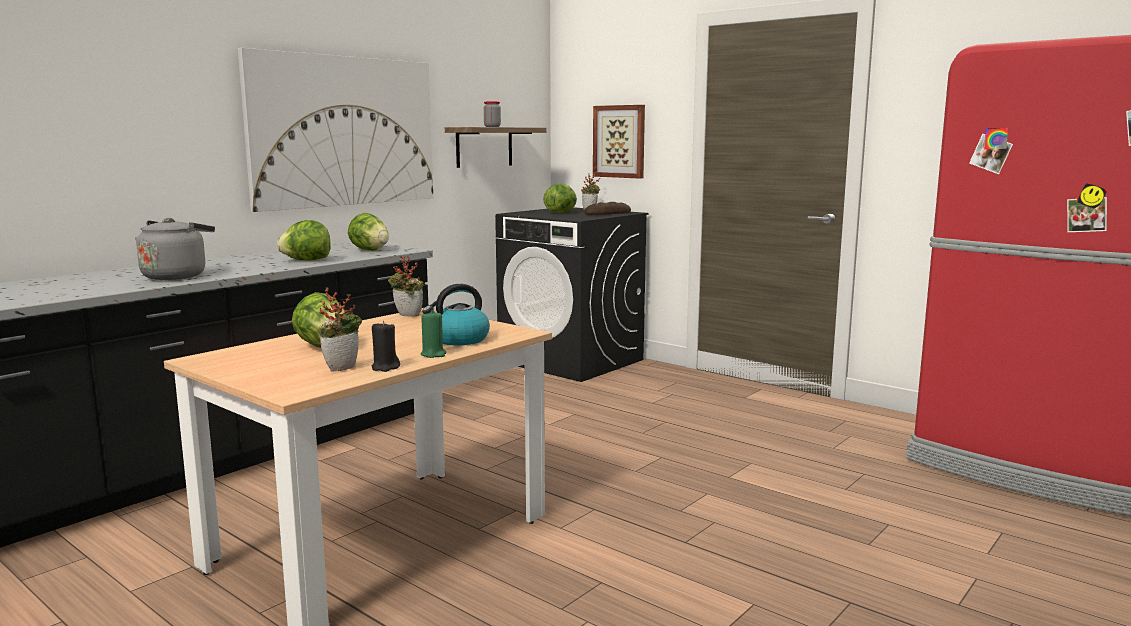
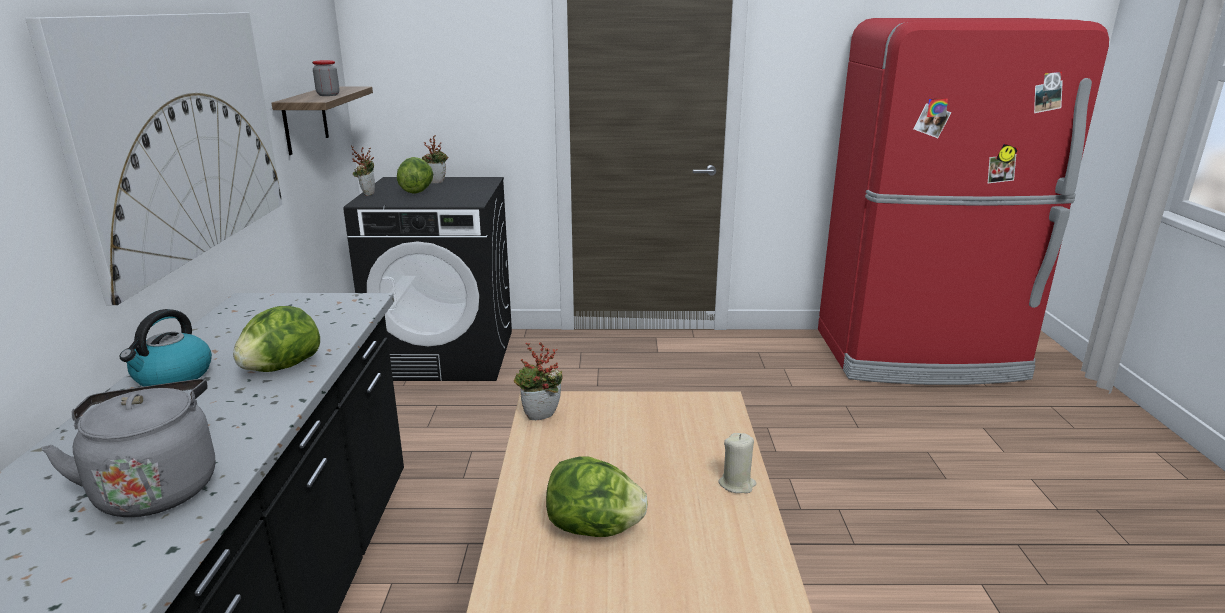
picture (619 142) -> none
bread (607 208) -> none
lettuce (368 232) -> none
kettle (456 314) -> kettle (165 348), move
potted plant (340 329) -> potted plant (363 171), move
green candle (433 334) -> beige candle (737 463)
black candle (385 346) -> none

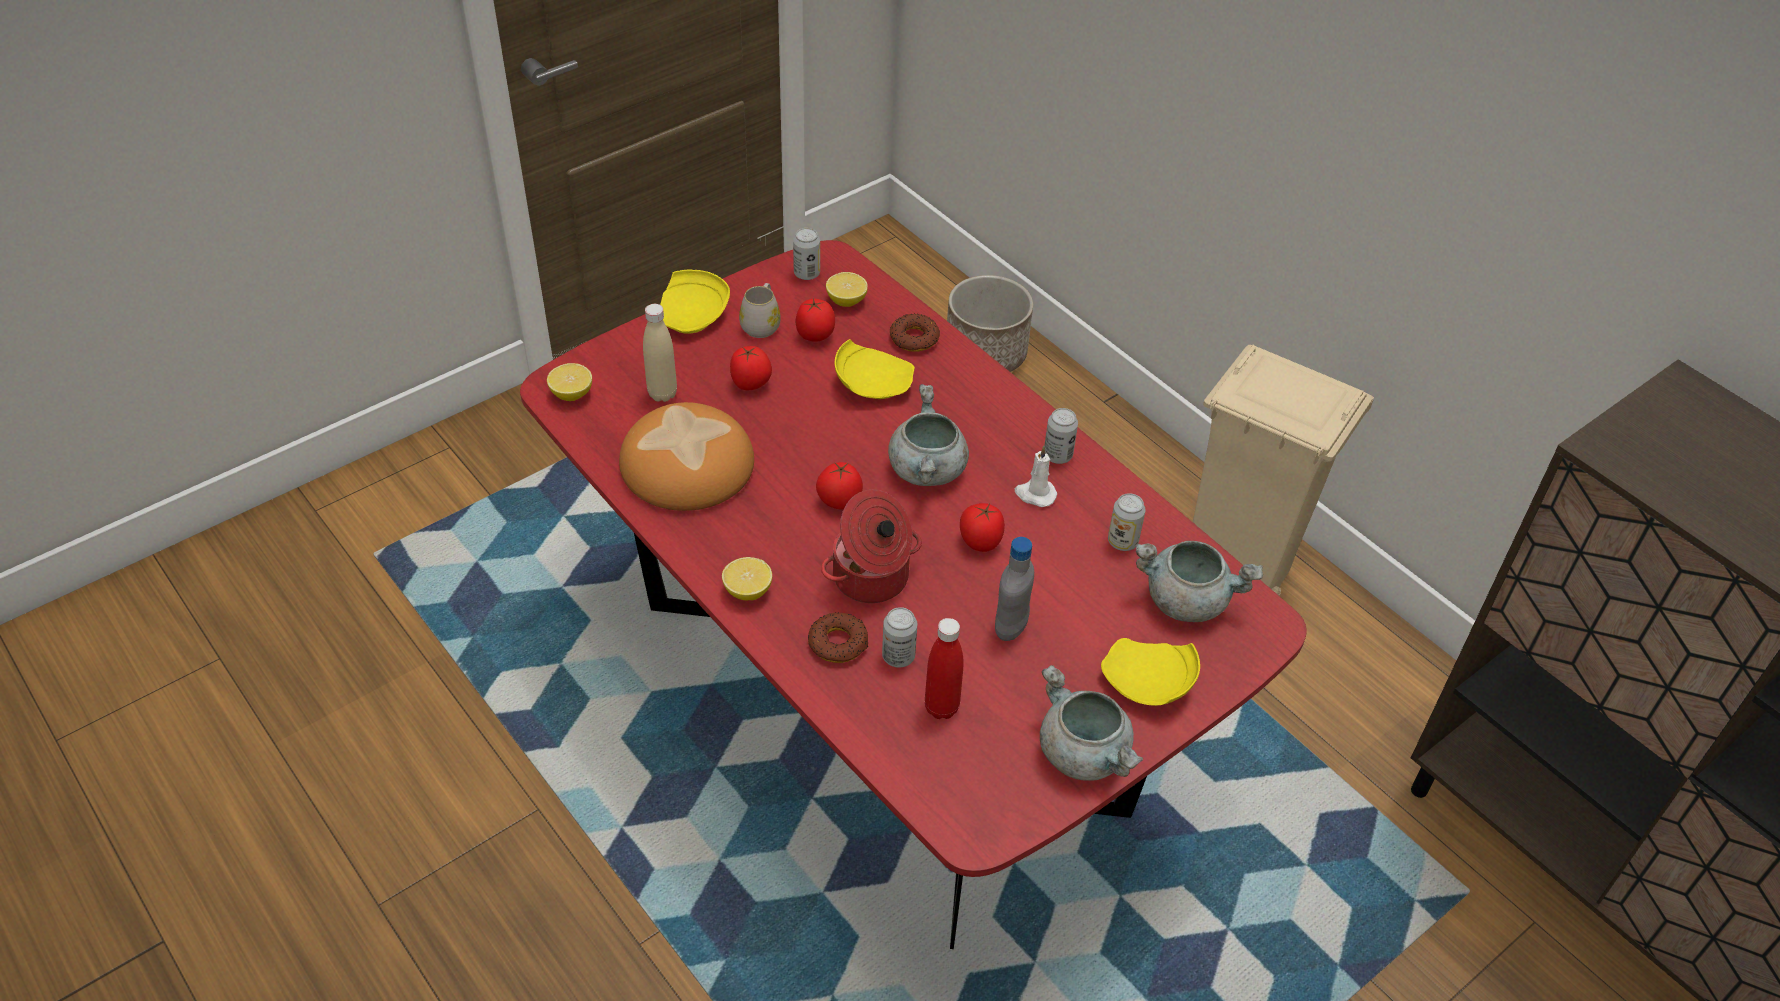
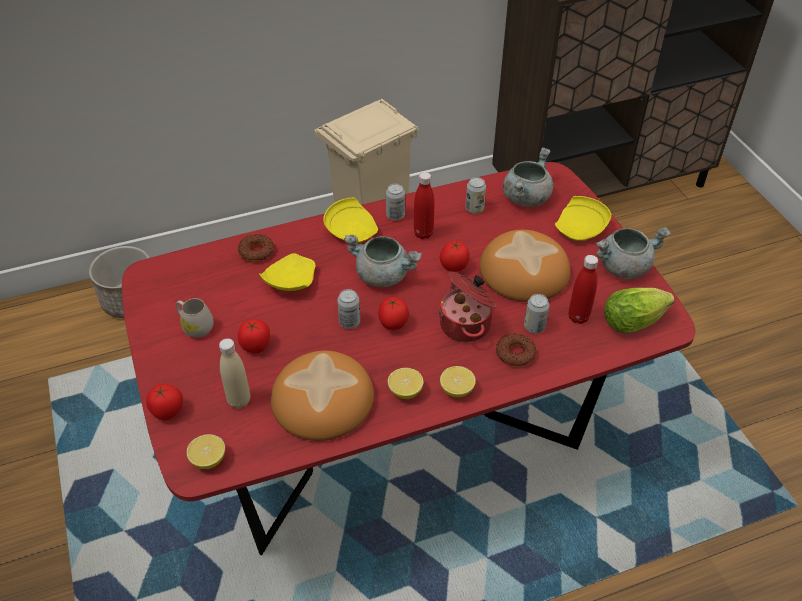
can (806 254) -> can (348 309), move
yellow plate (695 302) -> yellow plate (350 220), move
lemon (847 289) -> lemon (405 383), move
tomato (815 320) -> tomato (164 402), move
white candle (1036 476) -> red bottle (424 205)
grey bottle (1014 589) -> bread (525 266)
none -> lettuce (639 310)

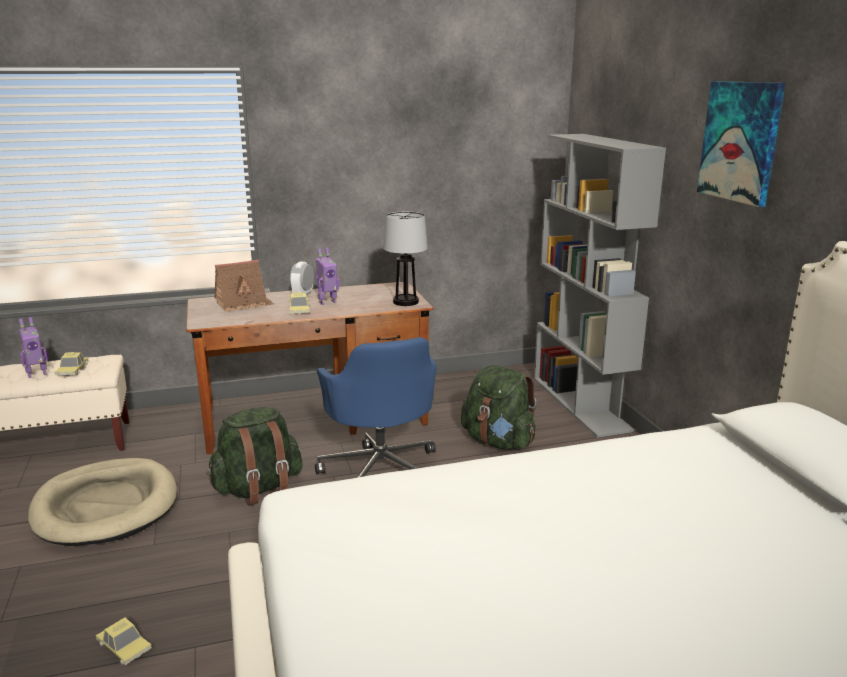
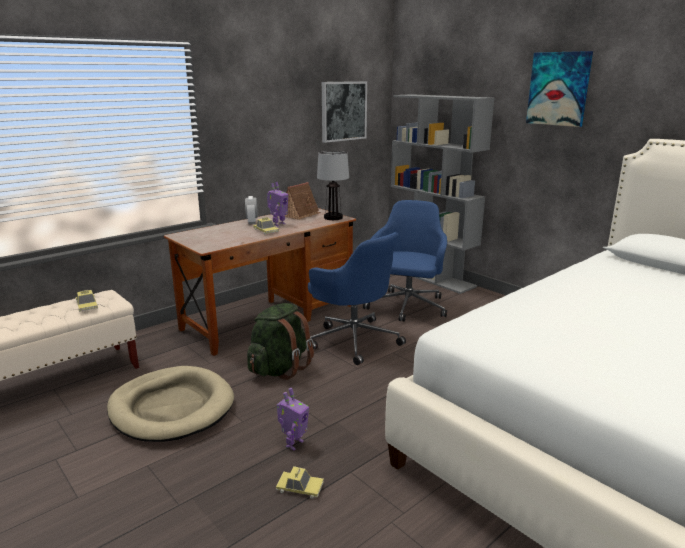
toy house (244 286) -> toy house (303 201), move
toy robot (33 347) -> toy robot (293 419), move
green backpack (498 407) -> blue office chair (405 261)
none -> picture (344 112)

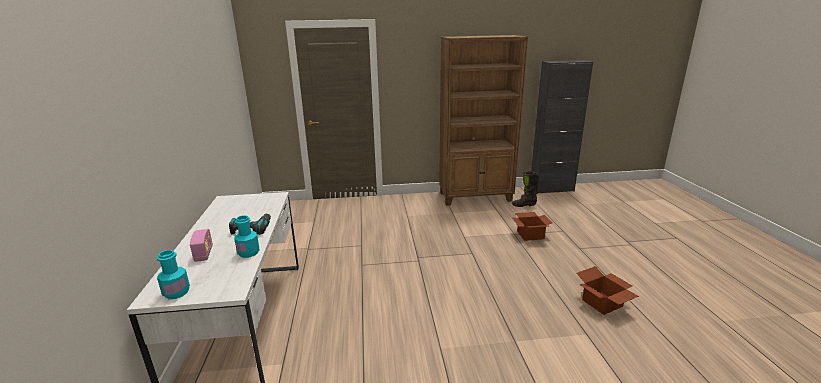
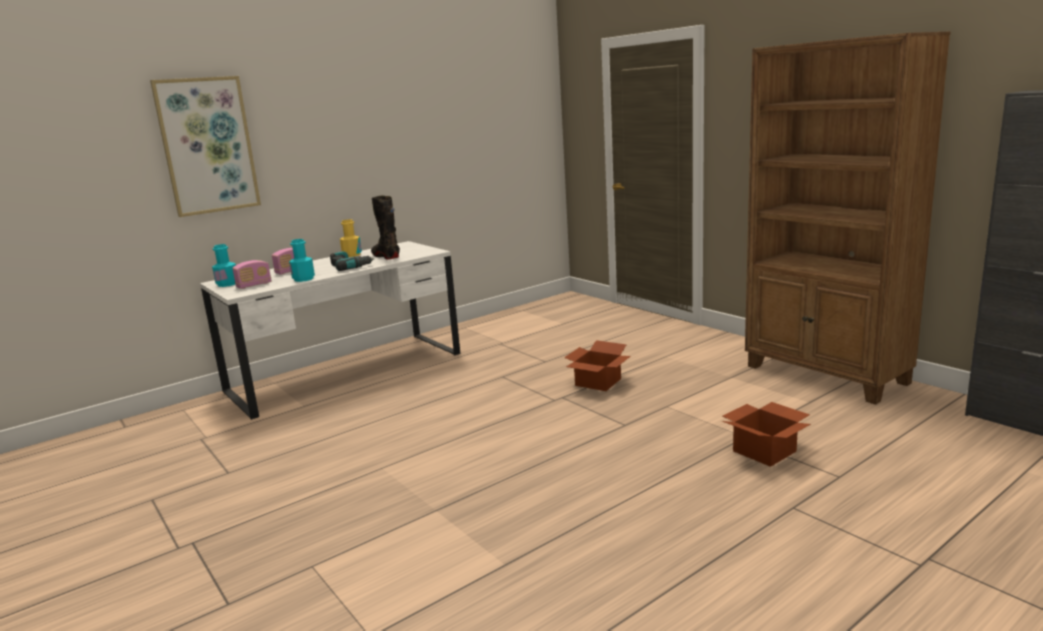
black boot (525 189) -> black boot (385 228), move
cardboard box (608 290) -> cardboard box (597 365), move
none -> picture (205 146)
none -> yellow bottle (351 238)
none -> radio (251 274)

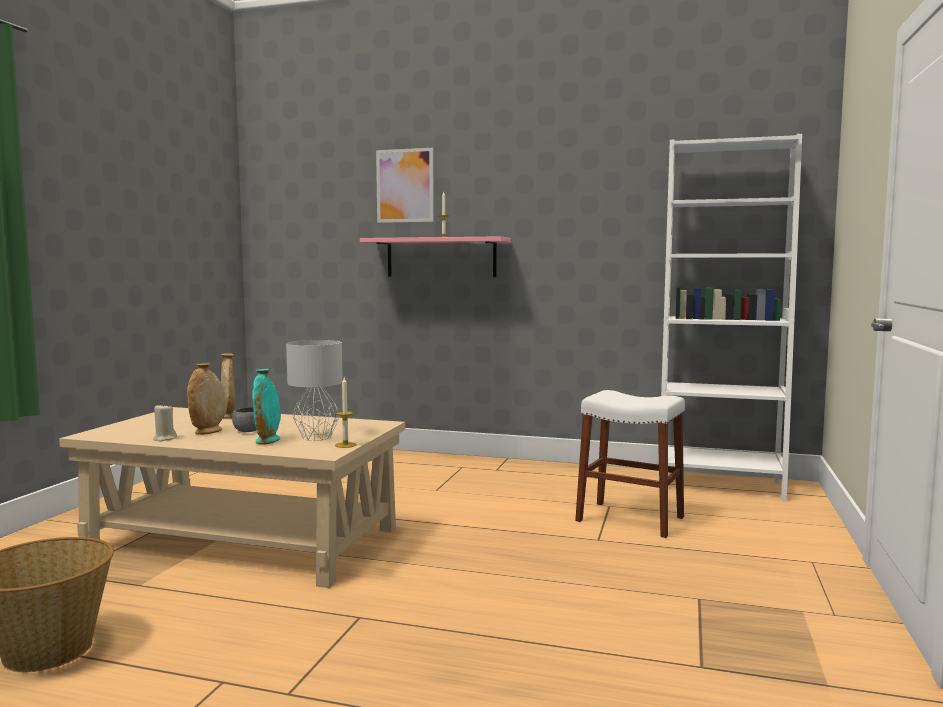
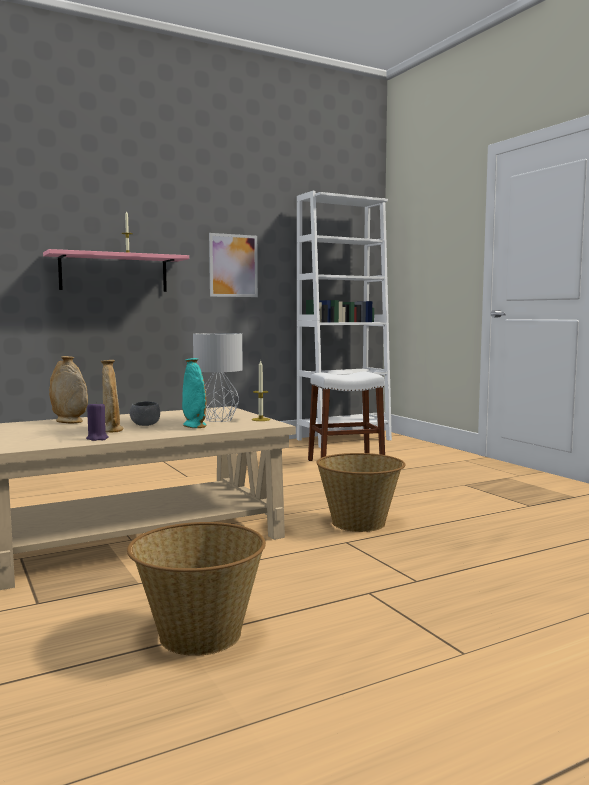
picture (405 185) -> picture (233 265), move
beige candle (165 423) -> purple candle (97 421)
none -> basket (360 492)

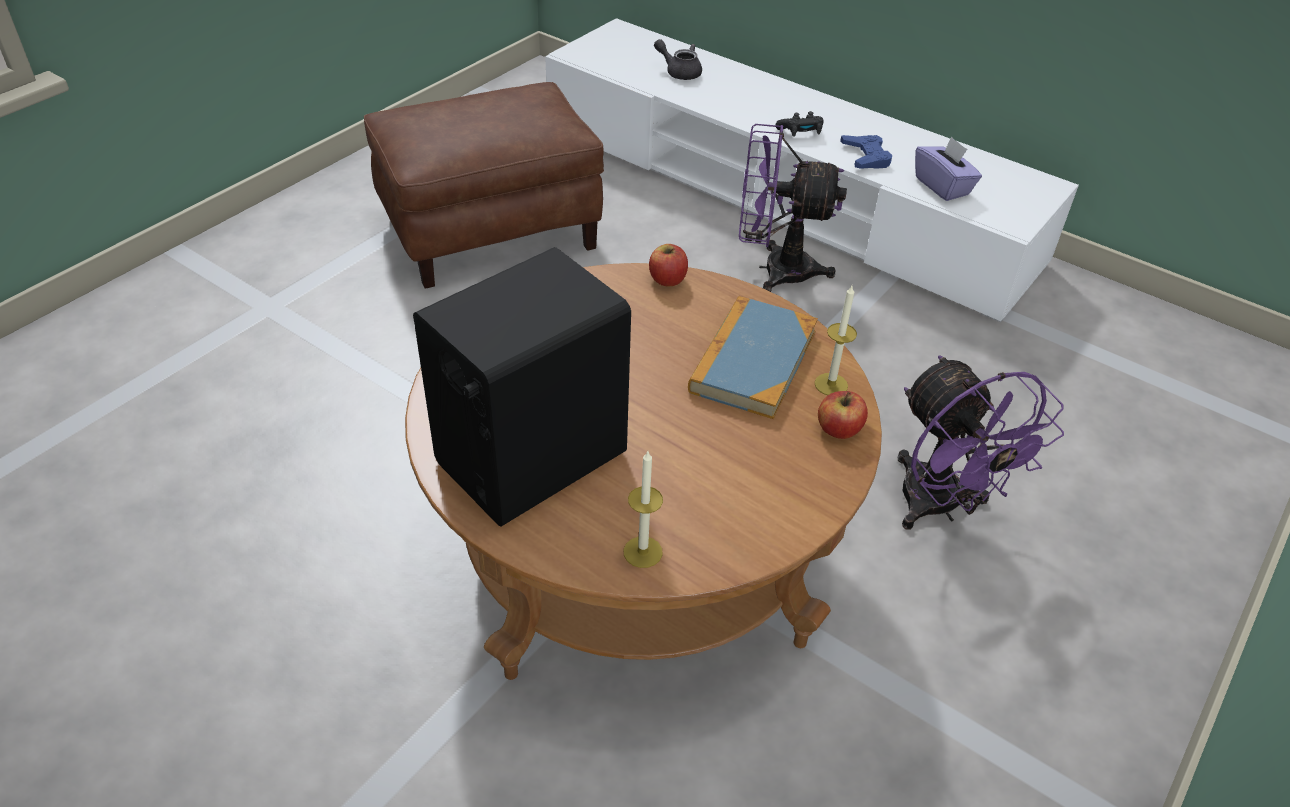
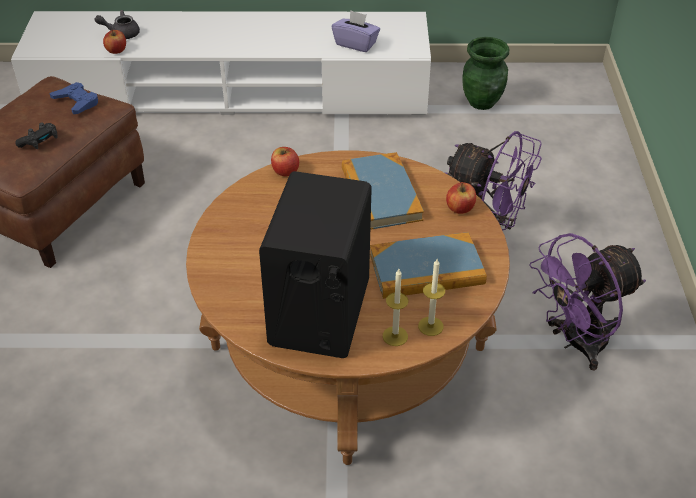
black game controller (800 124) -> black game controller (36 136), move
purple fan (793 208) -> purple fan (587 302), move
blue game controller (866 152) -> blue game controller (73 98), move
candle (835 340) -> candle (395 307), move
none -> apple (114 42)
none -> green vase (485 73)
none -> book (428 265)

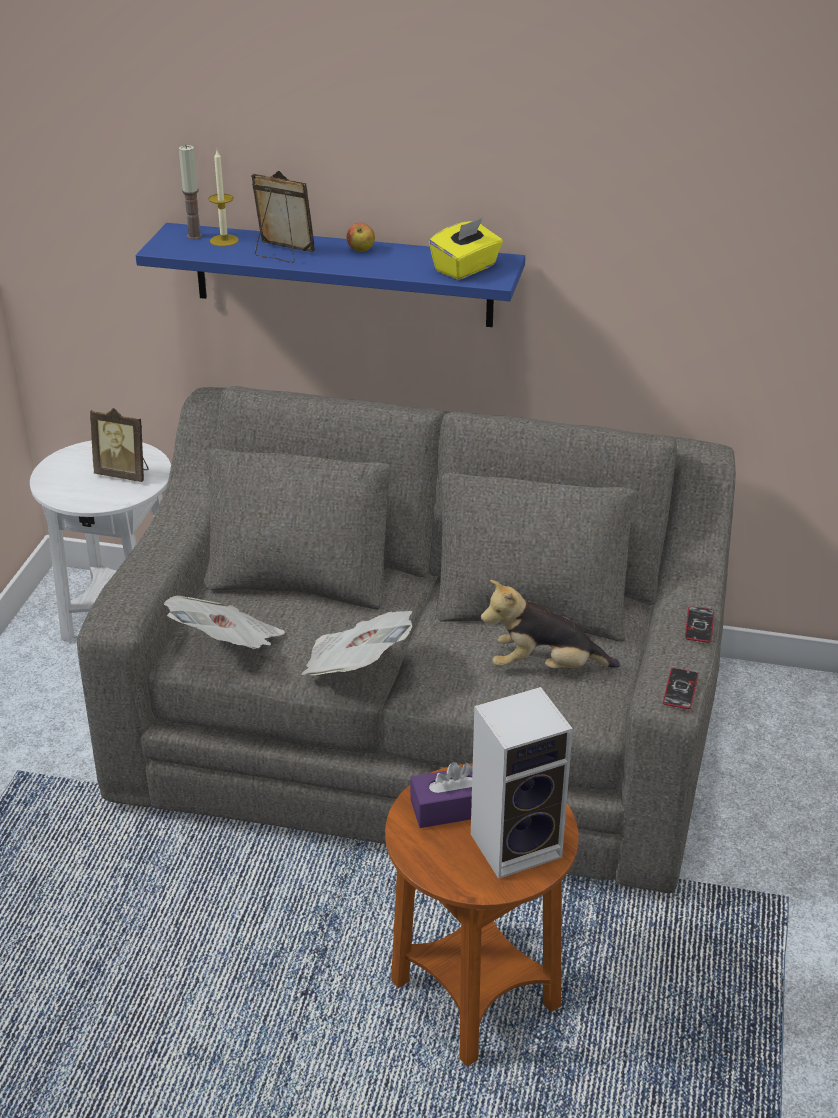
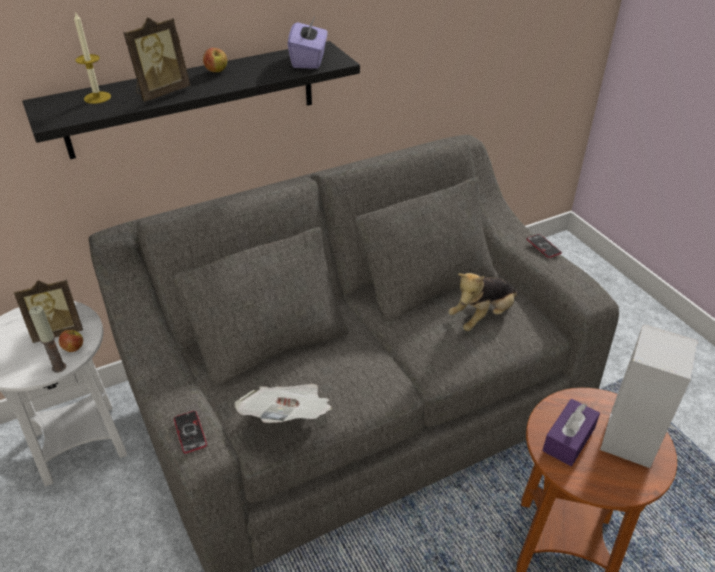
candle (191 192) -> candle (47 339), move
picture frame (283 217) -> picture frame (156 59), 150 degrees clockwise
yellow tissue box (466 249) -> purple tissue box (308 42)
blue shelf (330 275) -> black shelf (191 100)
newspaper (357 643) -> none
phone (680 688) -> phone (190 432), move
none -> apple (71 341)

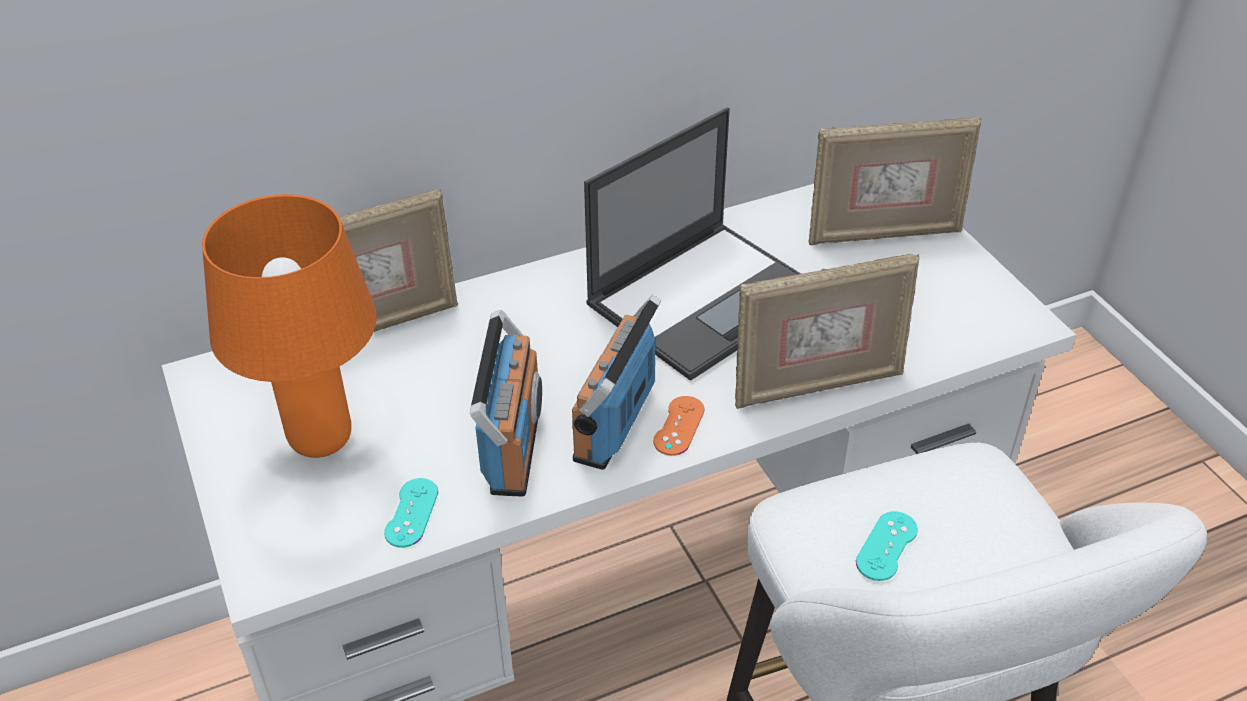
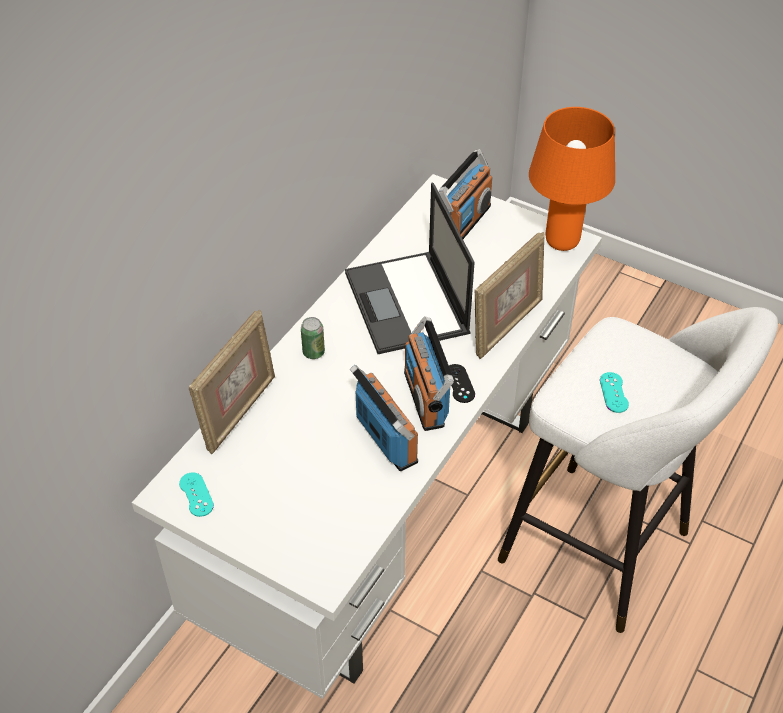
laptop (692 244) -> laptop (410 268), 150 degrees clockwise
picture frame (894 181) -> radio (465 194)
orange table lamp (289 326) -> orange table lamp (572 179), move
orange game controller (679 426) -> black game controller (462 383)
turquoise game controller (411 513) -> turquoise game controller (196 494), move
none -> can (313 338)

